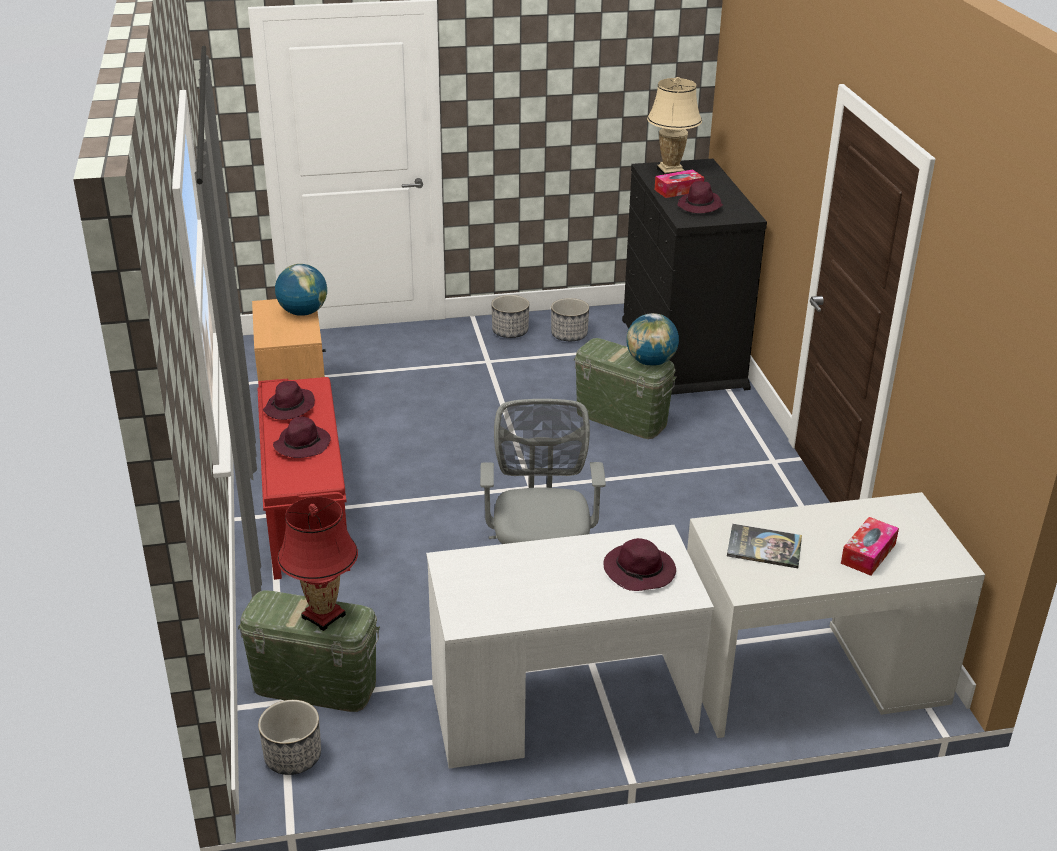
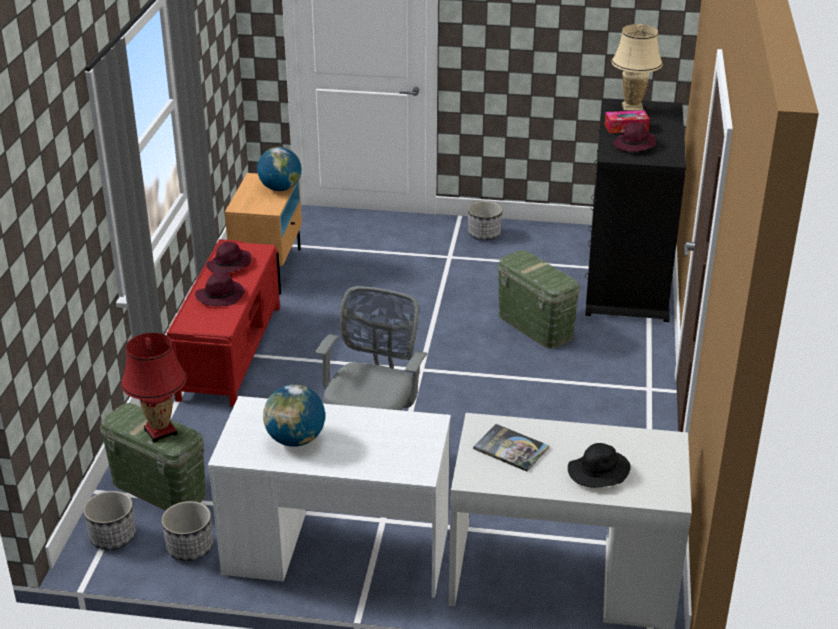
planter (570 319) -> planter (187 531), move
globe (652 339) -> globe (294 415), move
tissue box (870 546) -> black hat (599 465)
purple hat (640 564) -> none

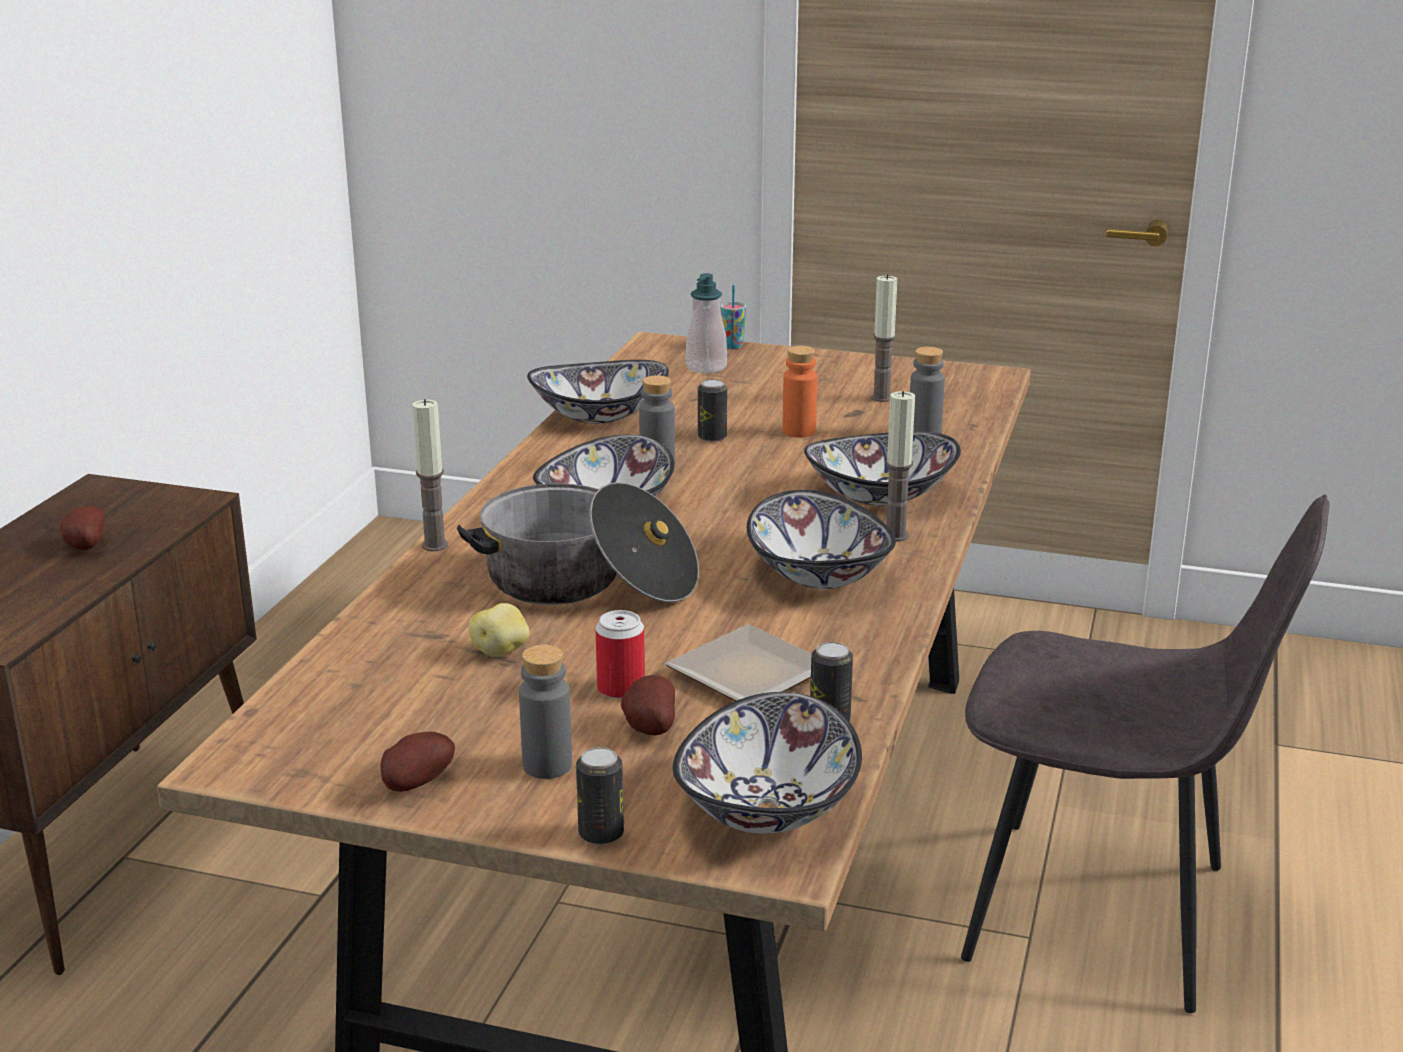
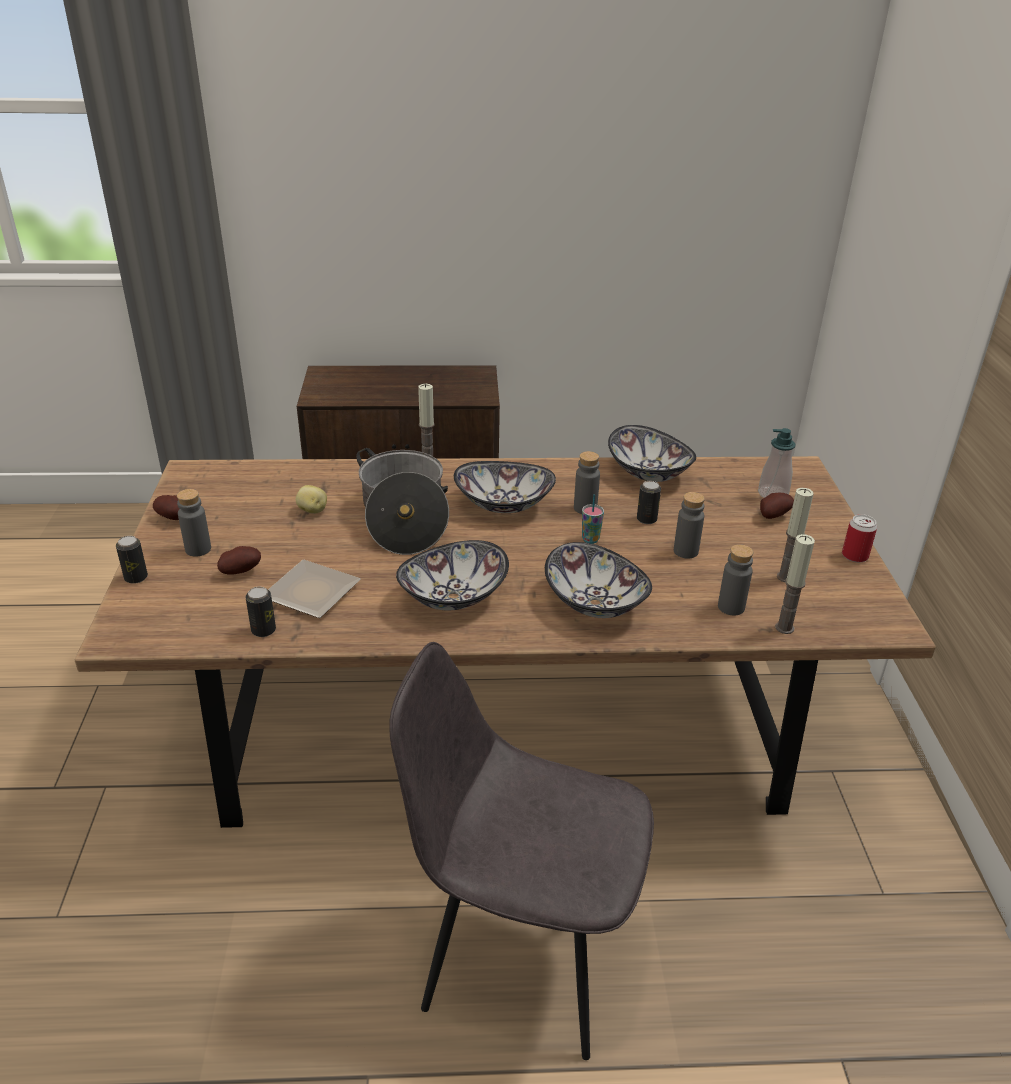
cup (733 317) -> cup (593 519), move
orange bottle (799 392) -> grey bottle (689 525)
candle (900 466) -> candle (795 584), move
grey chair (1145 754) -> grey chair (521 851), 105 degrees clockwise
potato (82 528) -> potato (777 506), move
can (620 654) -> can (859 538), move
bowl (767 763) -> none

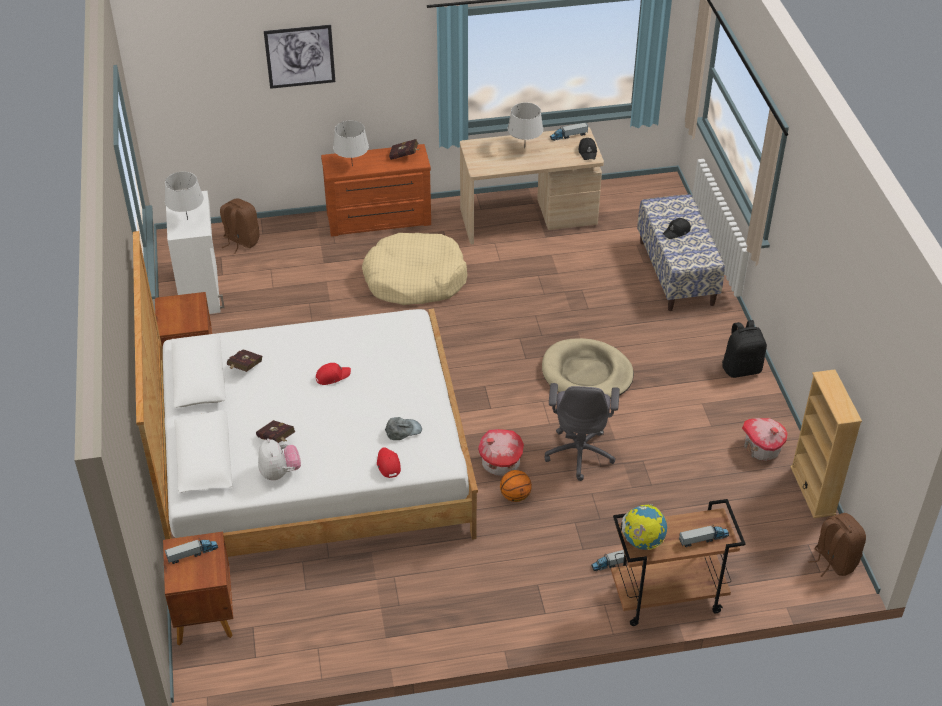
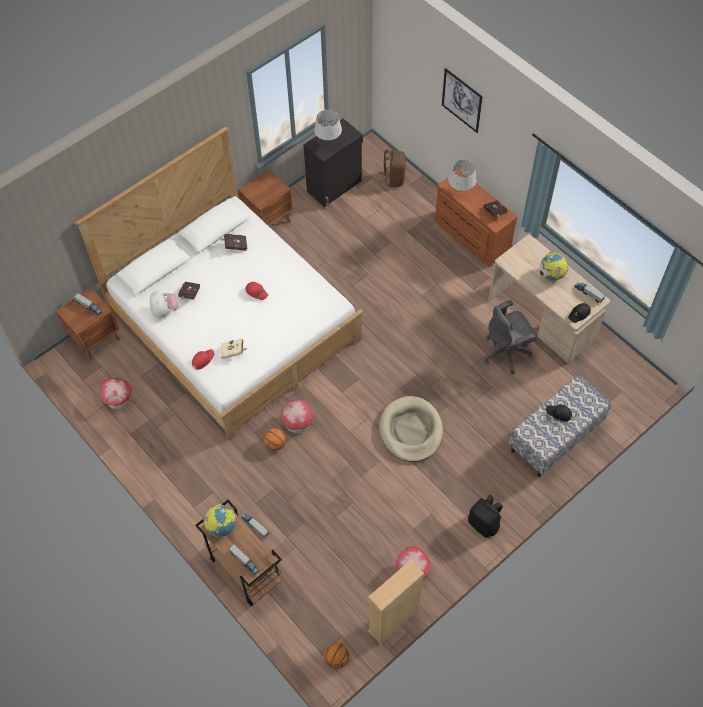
grey table lamp (525 125) -> globe (554 266)
white cabinet (195 252) -> black cabinet (333 162)
beige dog bed (415 269) -> none
grey office chair (582 432) -> grey office chair (510 337), move
grey cap (403 428) -> beige book (233 348)
plush toy (279 459) -> plush toy (164 304), 60 degrees counterclockwise
brown backpack (837 545) -> basketball (336 656)
none -> toy house (116 393)

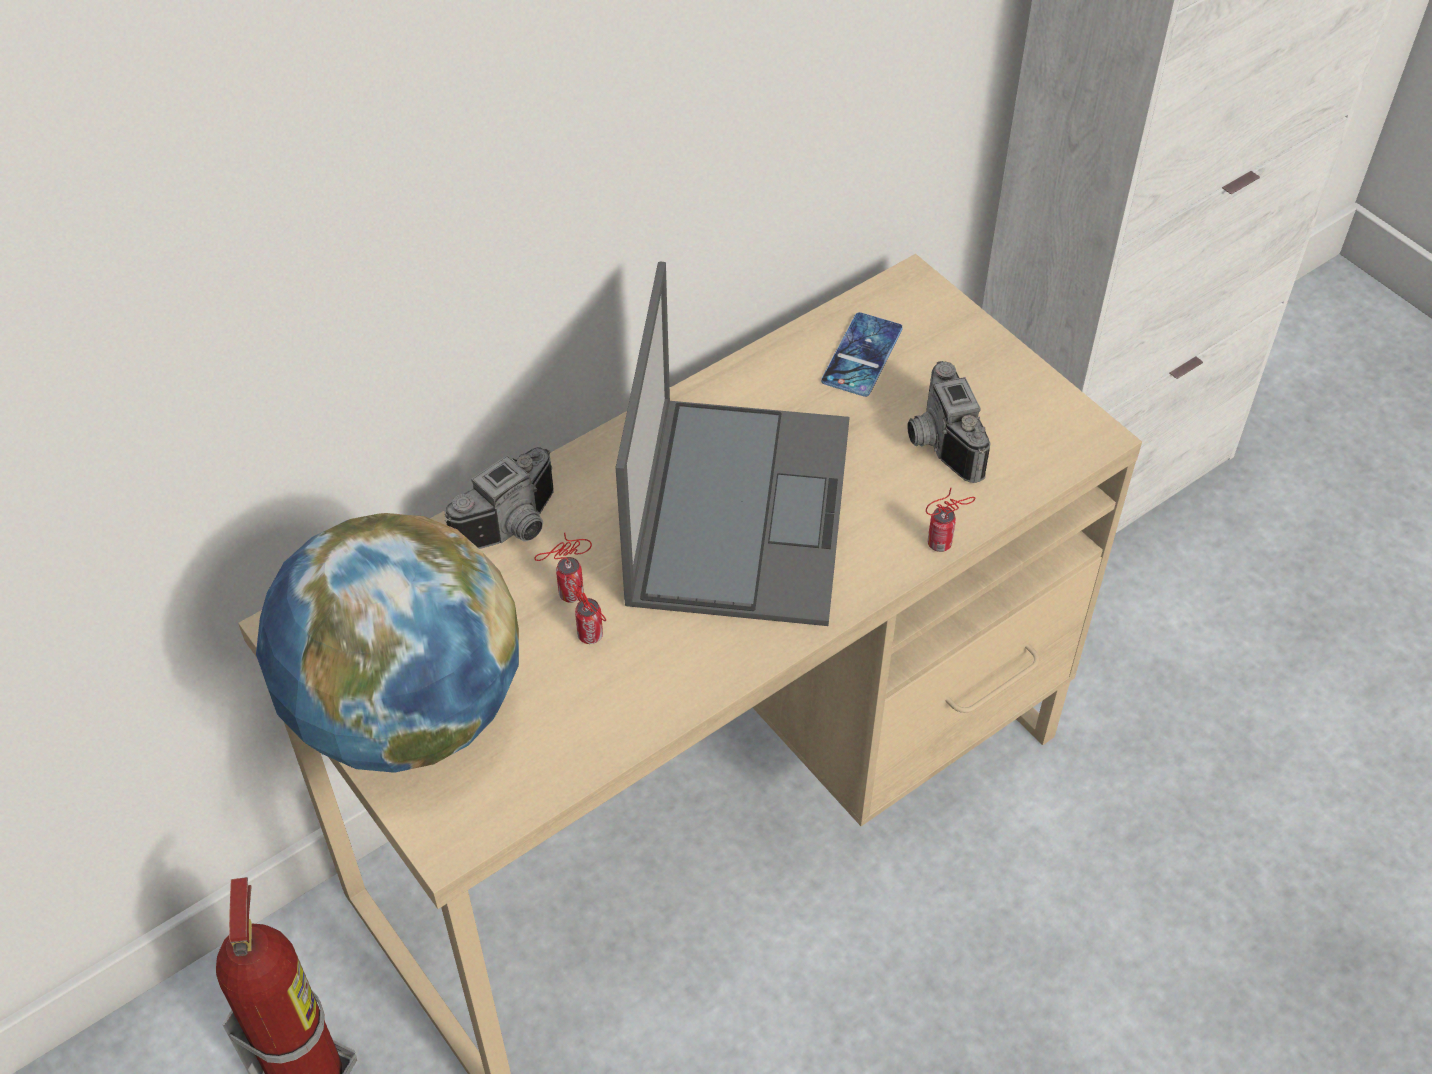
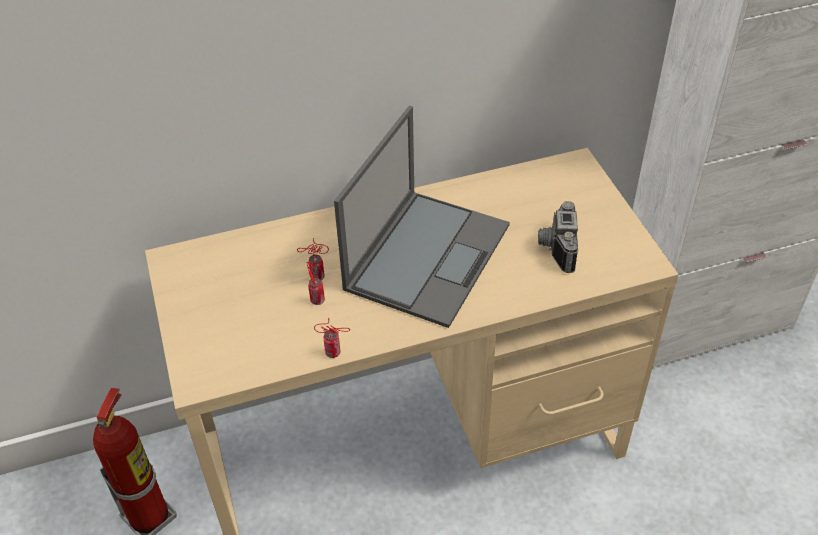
phone (862 354) -> none
photo camera (499 498) -> none
can (950 520) -> can (332 338), move
globe (387 643) -> none

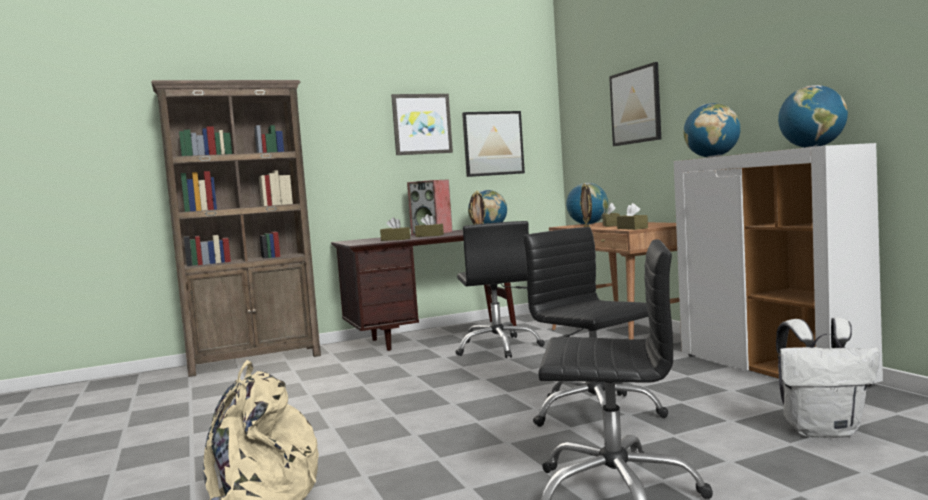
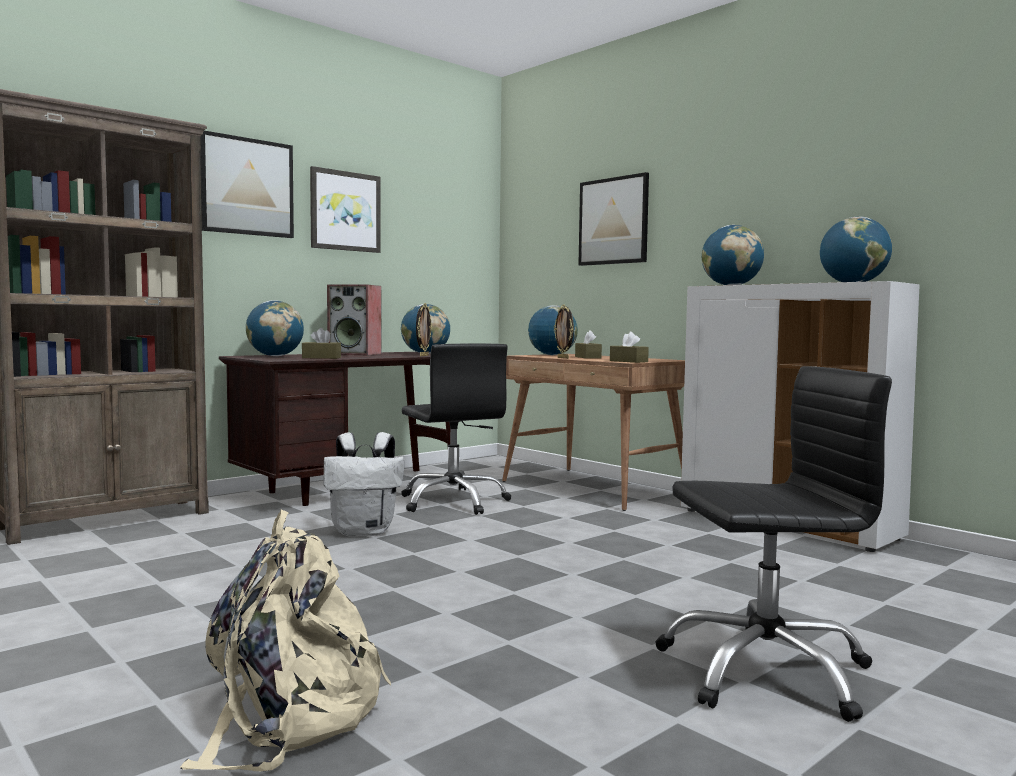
picture (493 144) -> picture (247 184), move
brown tissue box (429 225) -> none
black office chair (595 327) -> none
white backpack (828 378) -> white backpack (364 484), move
none -> globe (275 328)

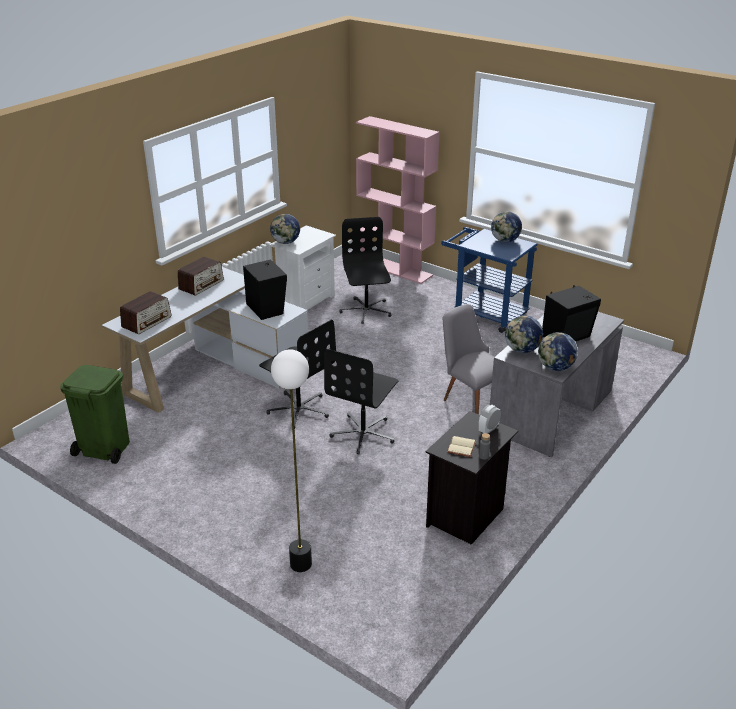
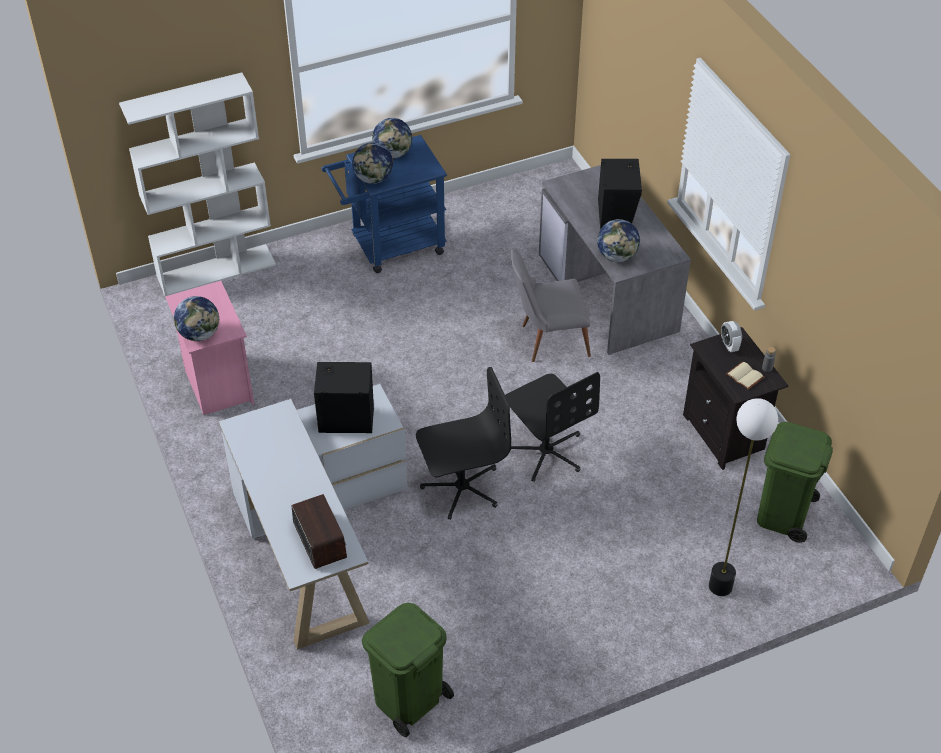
pink bookcase (398 200) -> white bookcase (197 184)
black office chair (365 270) -> none
white nightstand (302 267) -> pink nightstand (209 348)
radio (201 276) -> none
globe (558 351) -> globe (372 163), move
none -> green trash can (795 482)

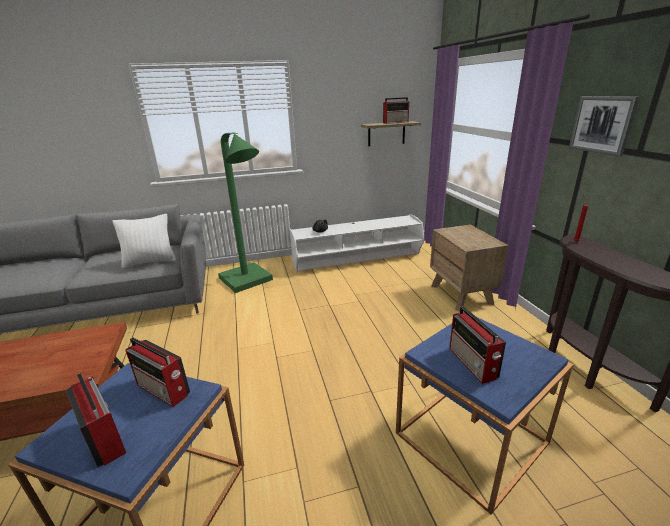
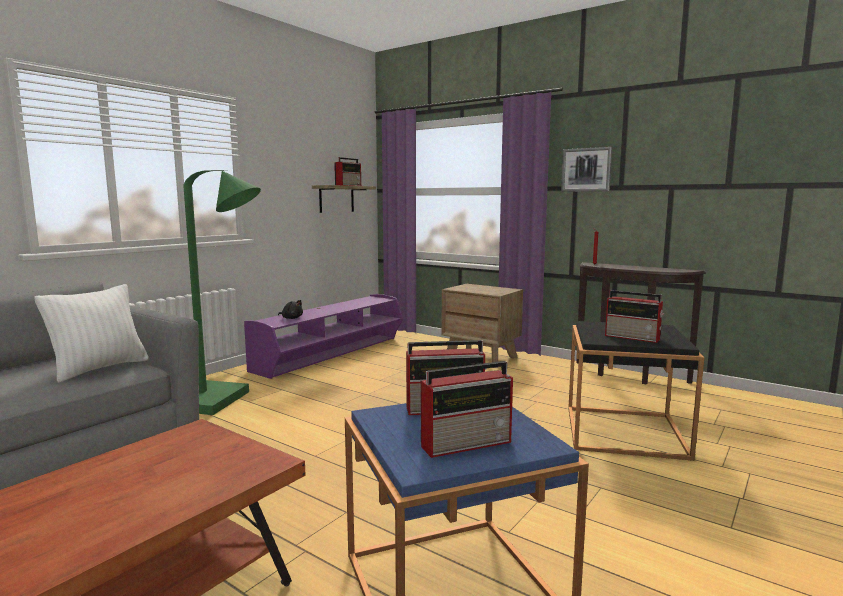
white tv stand (357 243) -> purple tv stand (323 336)
blue side table (484 416) -> black side table (636 391)
radio (96 420) -> radio (467 409), 150 degrees clockwise

